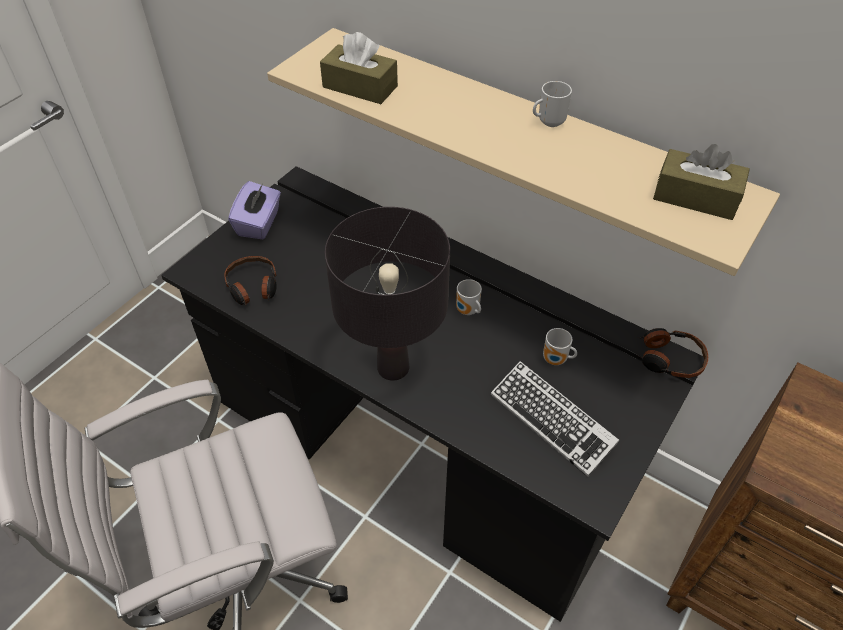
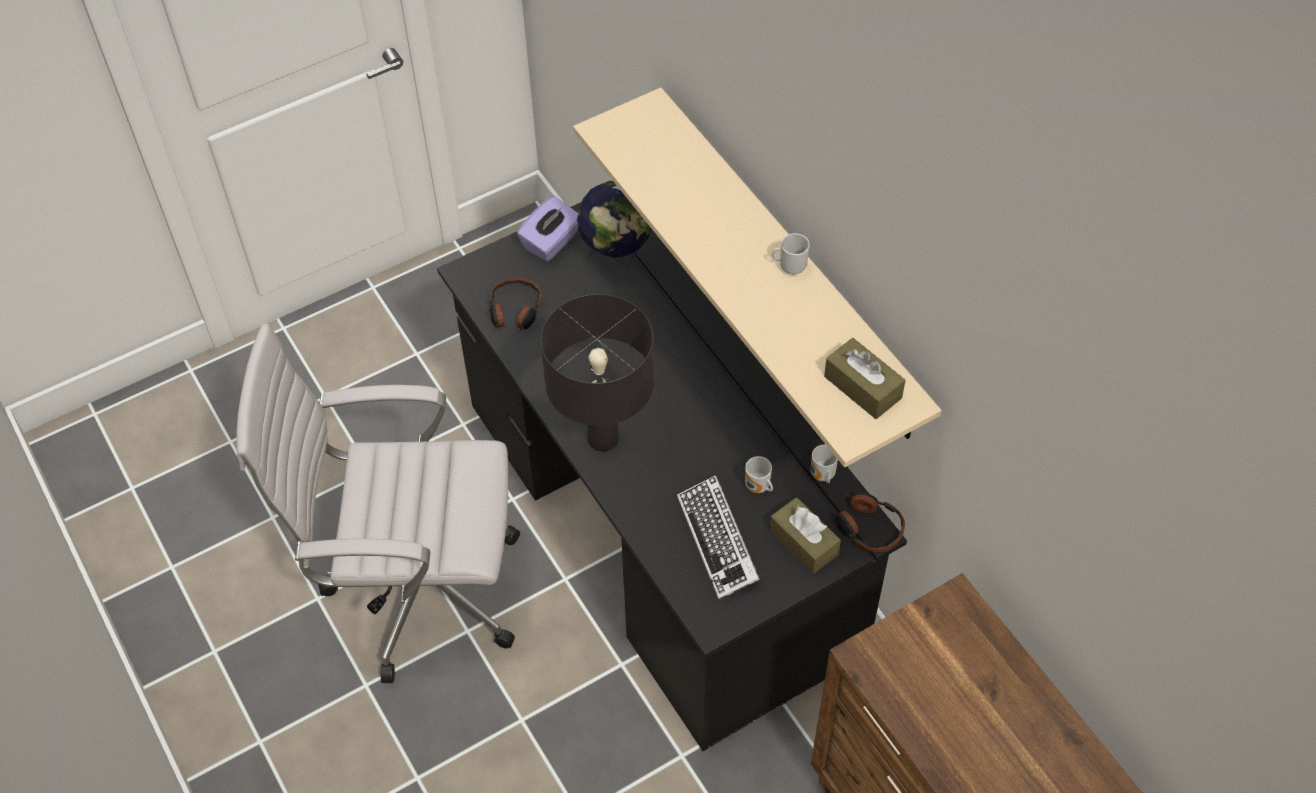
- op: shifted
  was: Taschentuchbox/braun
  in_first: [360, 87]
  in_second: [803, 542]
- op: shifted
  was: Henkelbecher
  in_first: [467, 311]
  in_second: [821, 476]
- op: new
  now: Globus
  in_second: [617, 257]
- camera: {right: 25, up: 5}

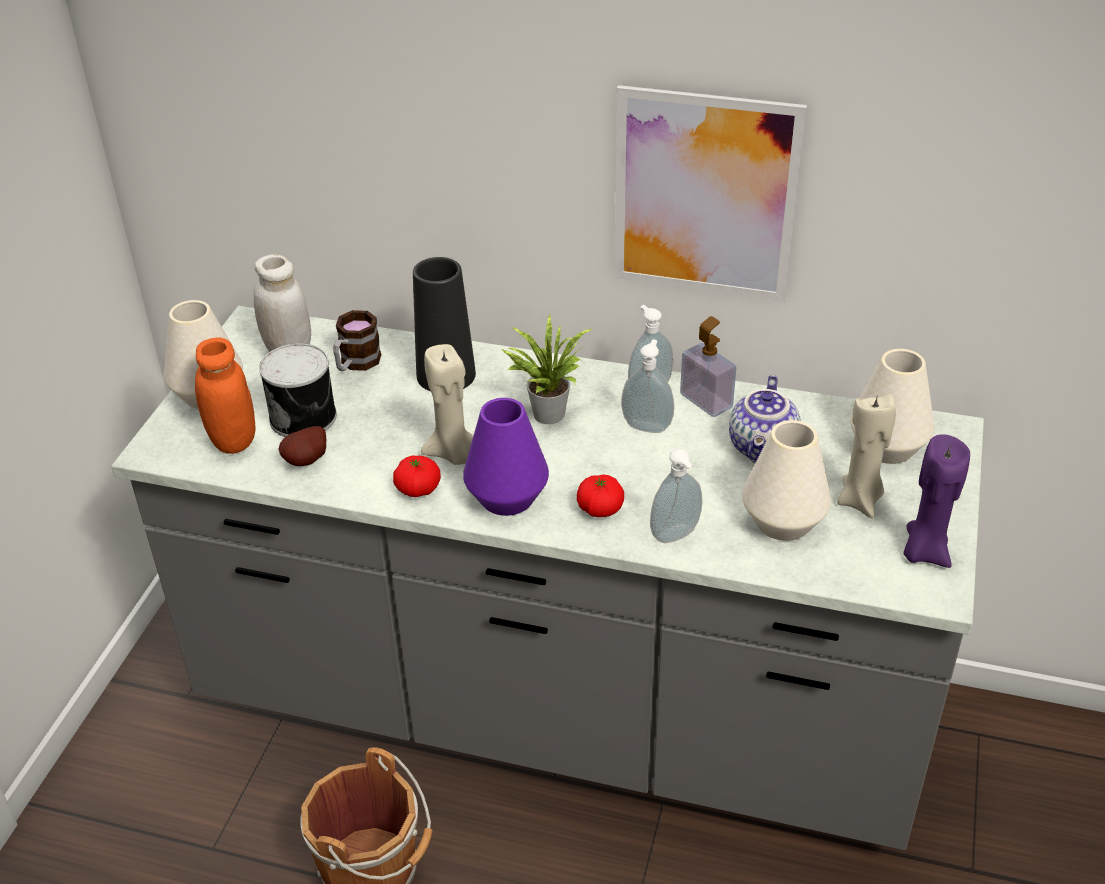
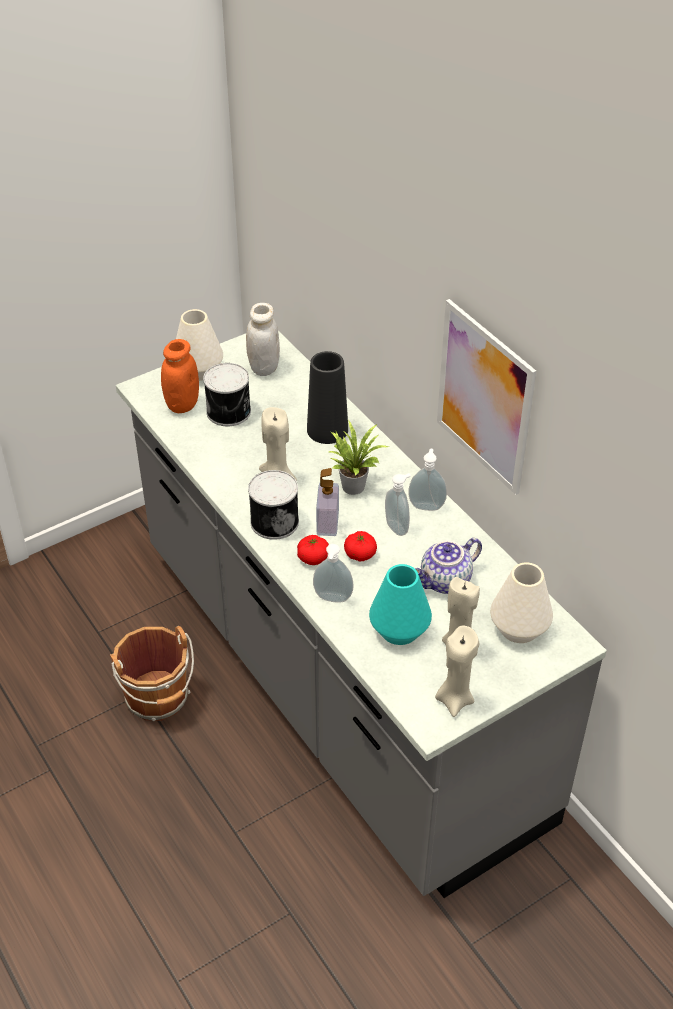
- op: gone
  was: Henkelbecher
  in_first: [356, 363]
- op: shifted
  was: Seifenspender
  in_first: [706, 401]
  in_second: [327, 523]
- op: swapped
  was: Vase/lila
  now: Dose
  in_first: [506, 497]
  in_second: [274, 521]
- op: repainted
  was: Vase/weiß
  now: Vase/türkis
  in_first: [783, 522]
  in_second: [399, 630]
- op: gone
  was: Kartoffel
  in_first: [308, 461]
- op: repainted
  was: Kerze/lila
  now: Kerze/beige
  in_first: [924, 552]
  in_second: [454, 699]
- op: shifted
  was: Tomate
  in_first: [418, 489]
  in_second: [360, 554]
- camera: {right: 40, up: 5}

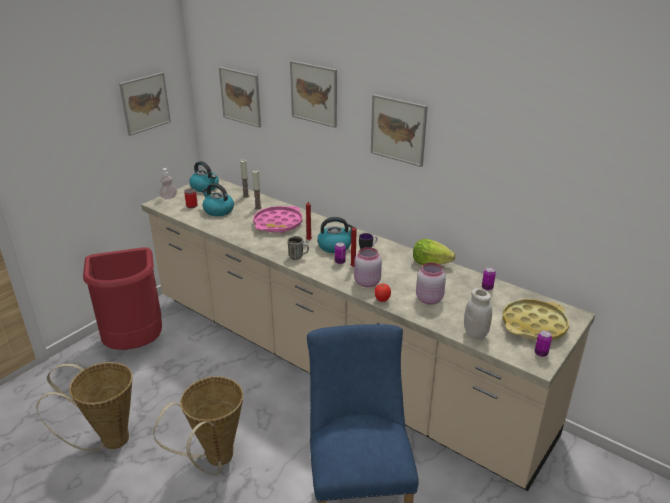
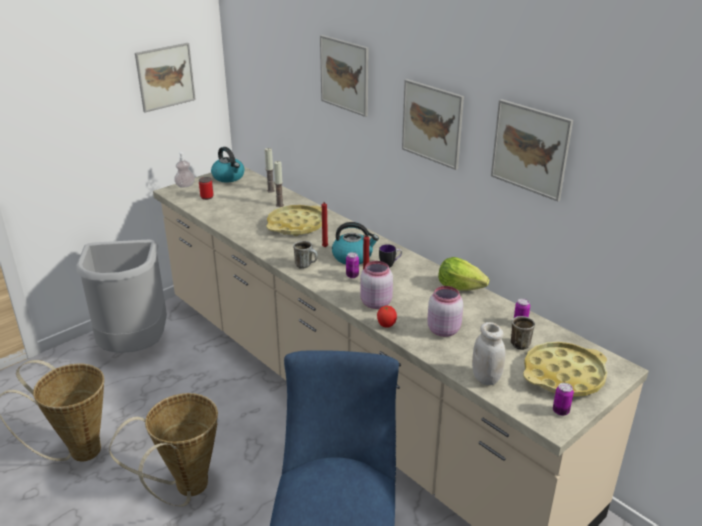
- op: shifted
  was: Bild
  in_first: [240, 96]
  in_second: [530, 149]
- op: gone
  was: Wasserkessel
  in_first: [218, 210]
- op: repainted
  was: Tablett/rosa
  now: Tablett/gelb
  in_first: [278, 224]
  in_second: [296, 225]
- op: repainted
  was: Mülleimer/rot
  now: Mülleimer/grau
  in_first: [135, 344]
  in_second: [134, 348]
- op: new
  now: Henkelbecher
  in_second: [520, 342]
- camera: {right: 10, up: 0}

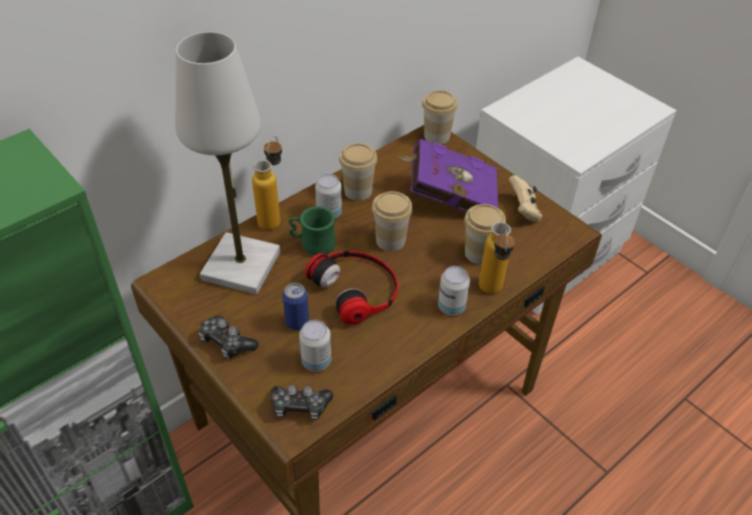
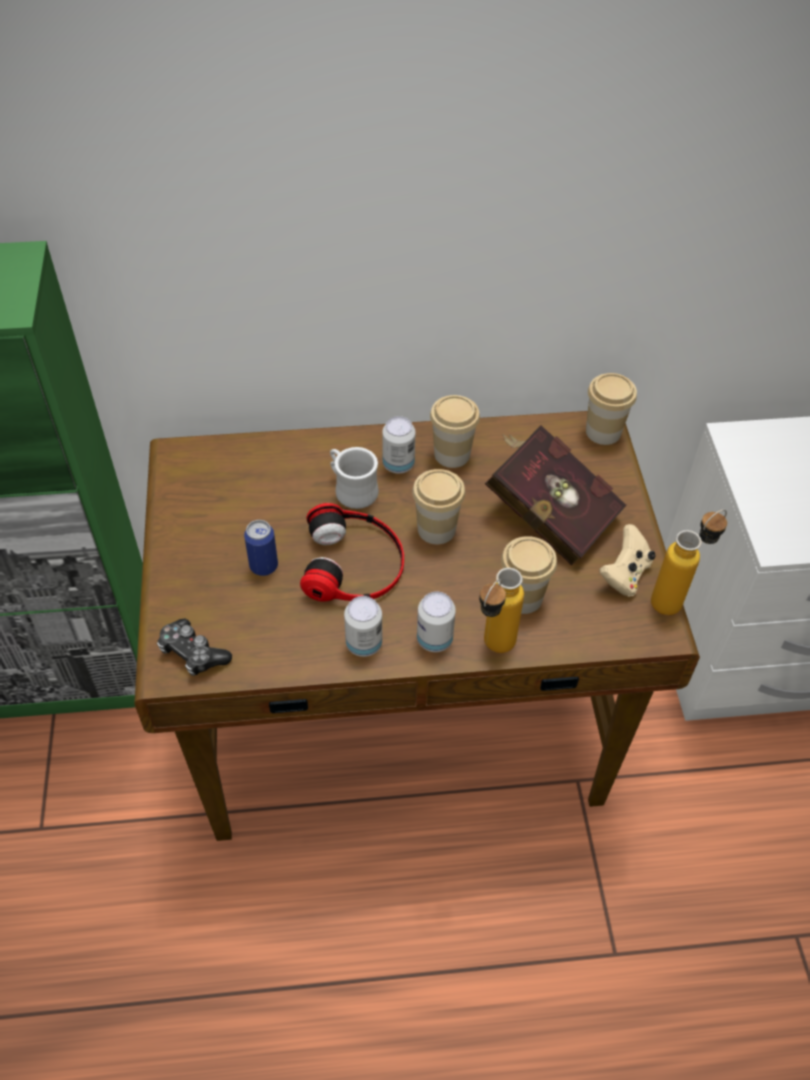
- op: gone
  was: Tischlampe/weiß
  in_first: [241, 265]
- op: shifted
  was: Flasche
  in_first: [273, 217]
  in_second: [676, 598]
- op: repainted
  was: Buch/lila
  now: Buch/rot
  in_first: [448, 197]
  in_second: [548, 512]
- op: repainted
  was: Henkelbecher/grün
  now: Henkelbecher/weiß
  in_first: [312, 244]
  in_second: [351, 490]
- op: gone
  was: Gamepad
  in_first: [227, 342]
- op: shifted
  was: Dose
  in_first: [316, 361]
  in_second: [364, 644]
- camera: {right: 35, up: 5}

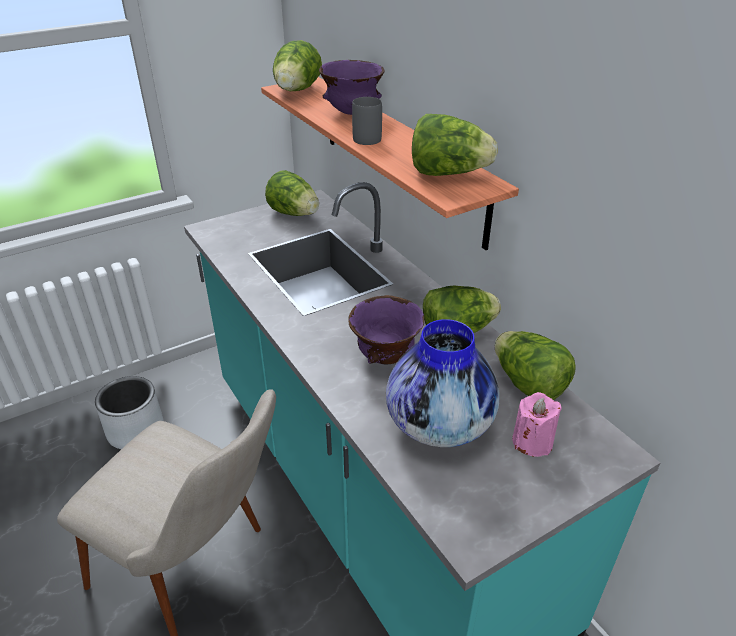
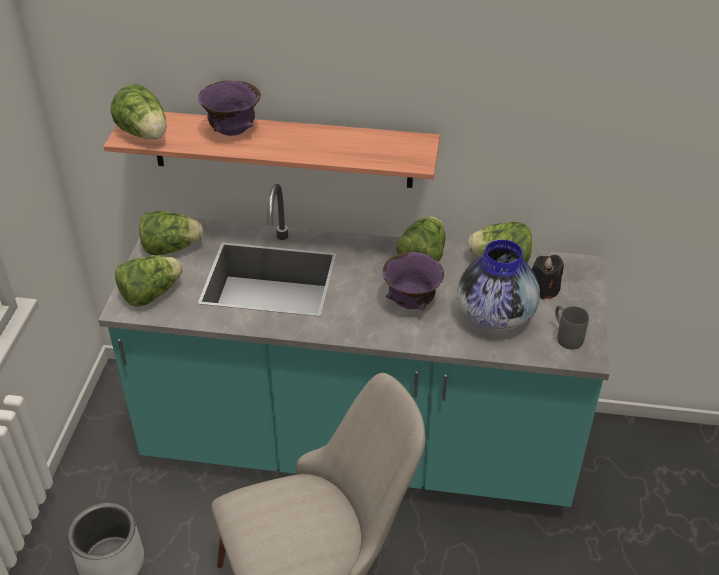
- op: shifted
  was: Henkelbecher/grau
  in_first: [369, 137]
  in_second: [565, 336]
- op: shifted
  was: Salatkopf
  in_first: [448, 173]
  in_second: [150, 294]
- op: repainted
  was: Kerze/rosa
  now: Kerze/schwarz
  in_first: [532, 442]
  in_second: [544, 289]
- camera: {right: -50, up: 5}

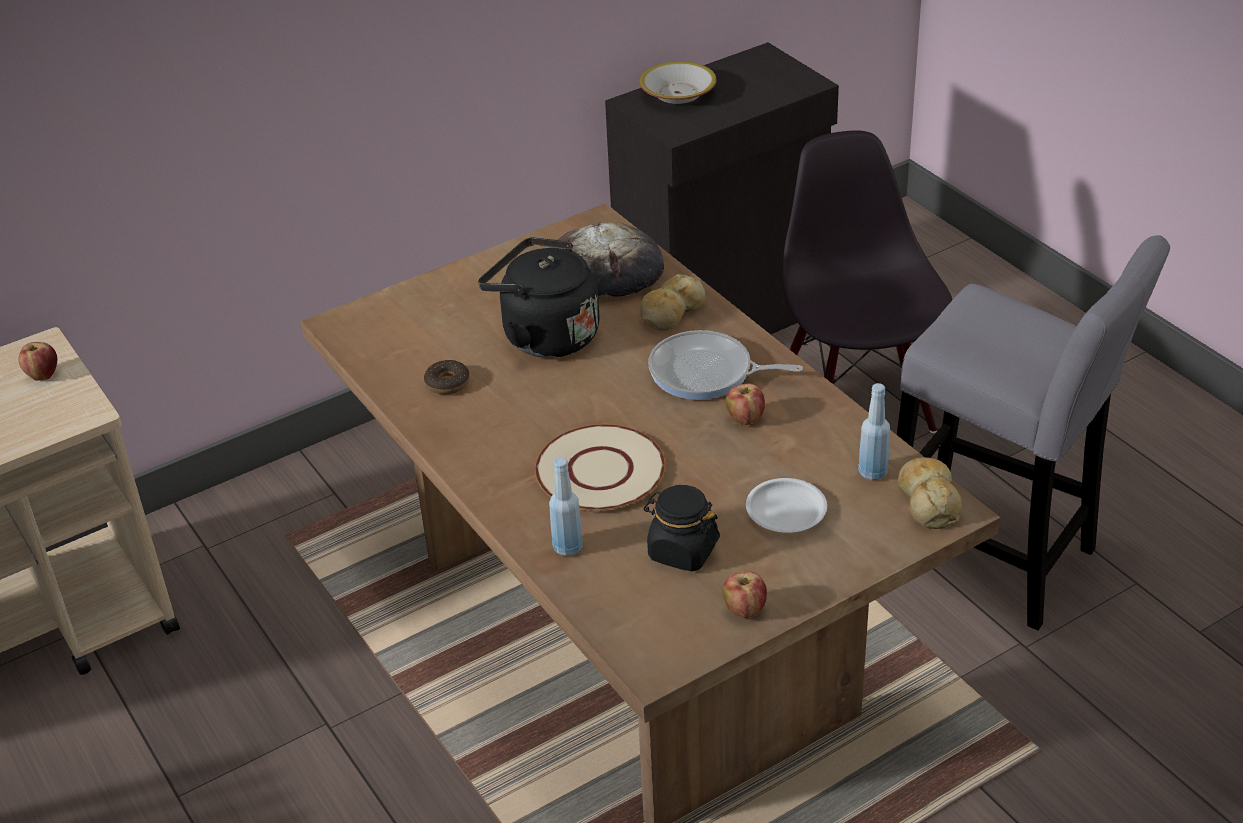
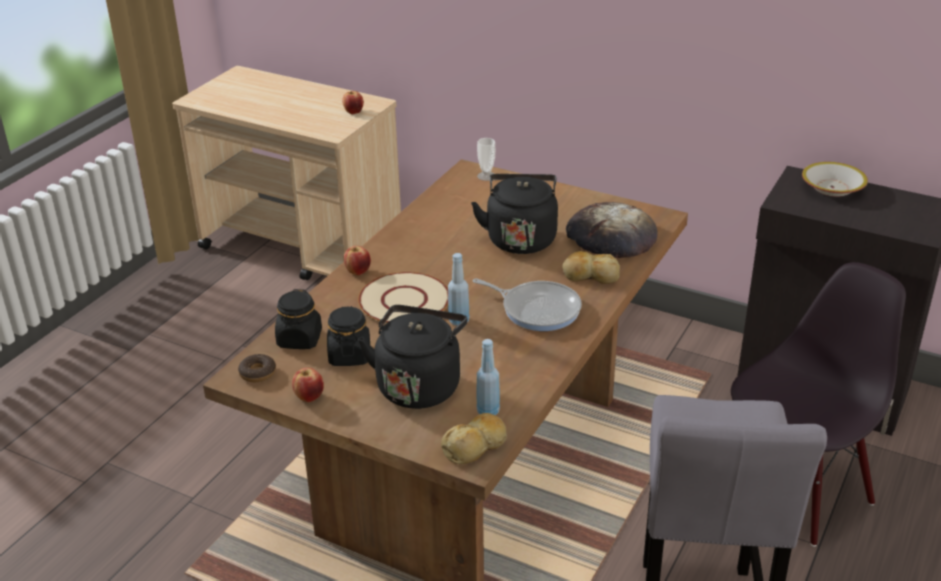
- op: rotated
  was: Pfanne
  in_first: [706, 373]
  in_second: [537, 309]
  clockwise: 135
- op: shifted
  was: Donut
  in_first: [447, 383]
  in_second: [257, 373]
- op: shifted
  was: Apfel
  in_first: [745, 419]
  in_second: [358, 271]
- op: shifted
  was: Flasche/blau
  in_first: [568, 547]
  in_second: [459, 321]
- op: swapped
  was: Teller/weiß
  now: Wasserkessel/schwarz
  in_first: [786, 510]
  in_second: [419, 385]
- op: new
  now: Tasse
  in_second: [486, 176]
- op: new
  now: Vorratsglas/schwarz
  in_second: [299, 339]
- camera: {right: 60, up: -5}

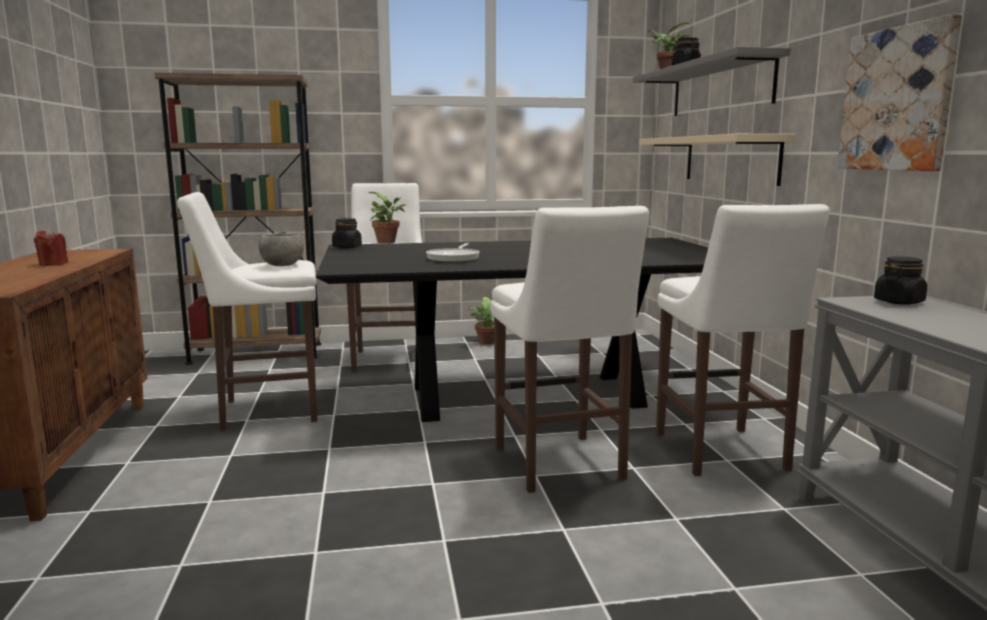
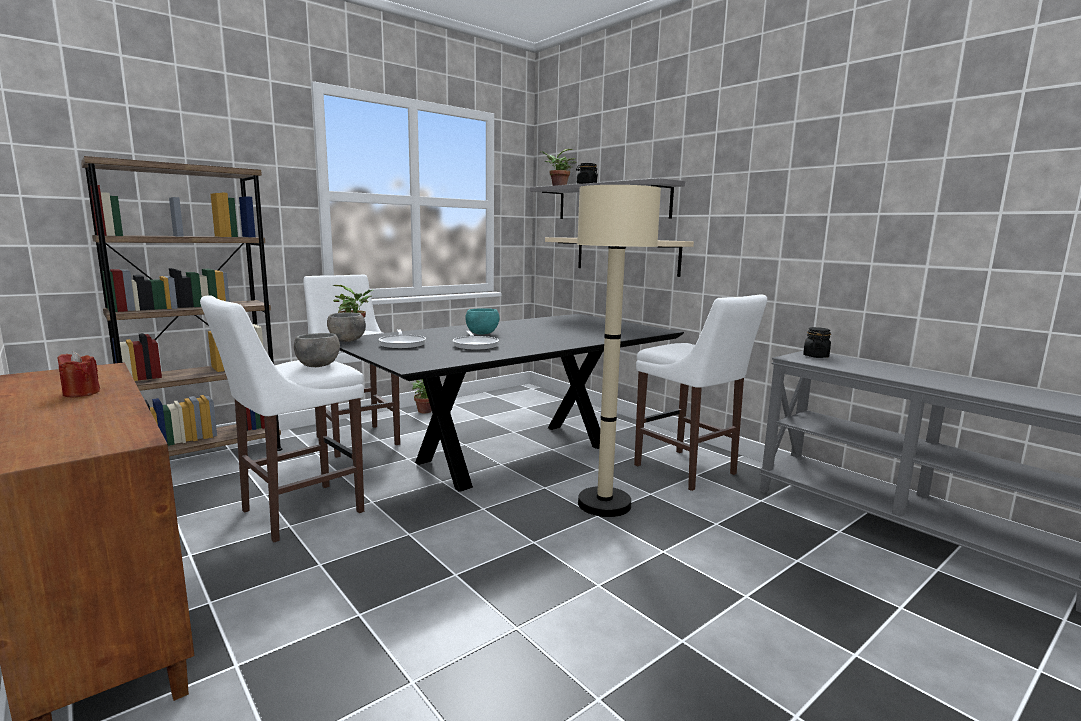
- op: gone
  was: Bild
  in_first: [897, 99]
- op: swapped
  was: Hocker/weiß
  now: Stehlampe/beige
  in_first: [560, 466]
  in_second: [604, 504]
- op: swapped
  was: Vorratsglas/schwarz
  now: Schüssel/grau
  in_first: [347, 247]
  in_second: [347, 340]
- op: new
  now: Schüssel/türkis
  in_second: [481, 333]
- op: new
  now: Pfanne
  in_second: [402, 344]
- camera: {right: -30, up: 0}

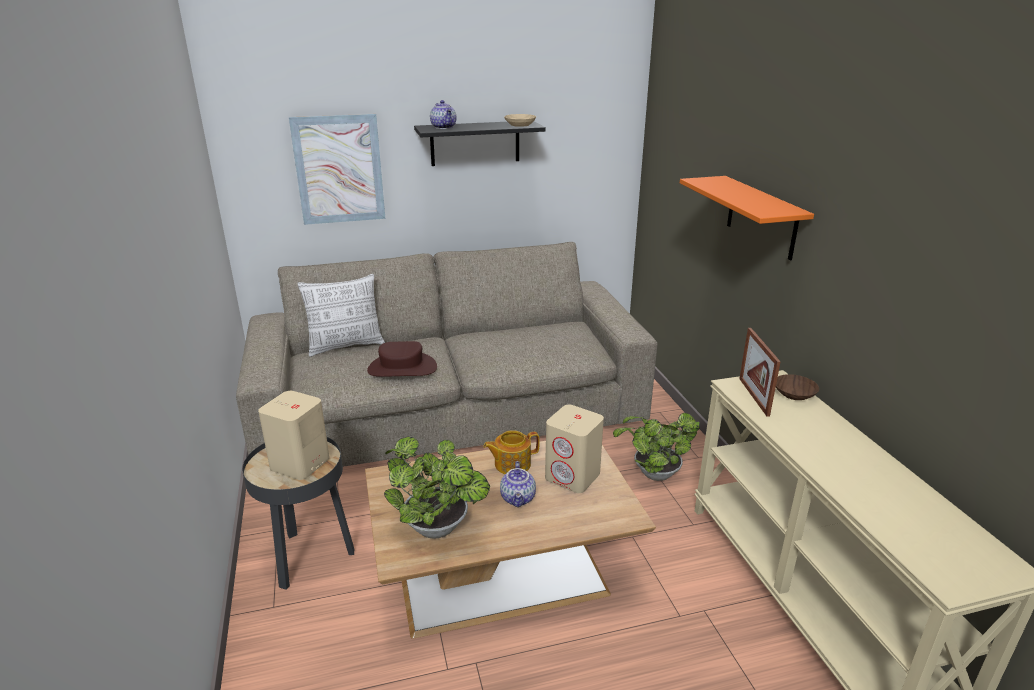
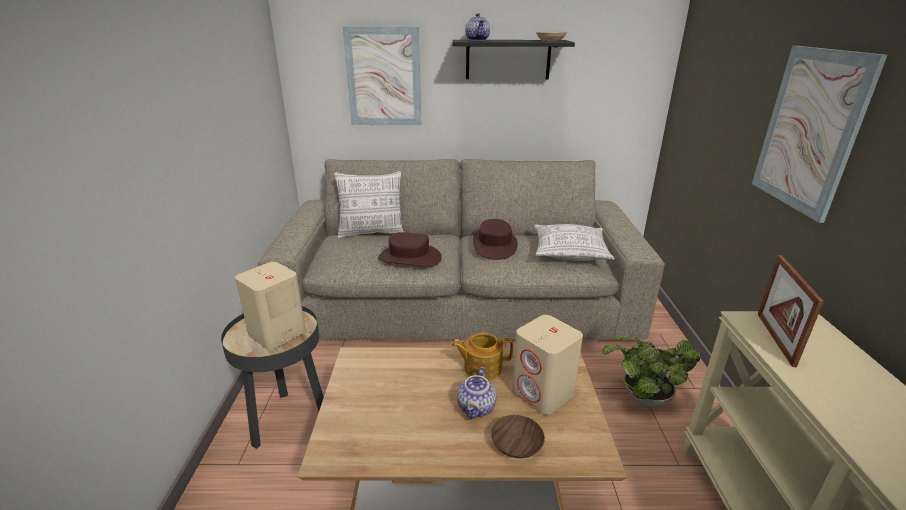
- op: swapped
  was: Wandregal/orange
  now: Bild
  in_first: [761, 217]
  in_second: [809, 130]
- op: shifted
  was: Schüssel/braun
  in_first: [794, 393]
  in_second: [517, 443]
- op: gone
  was: Topfpflanze
  in_first: [440, 529]
- op: new
  now: Hut/braun
  in_second: [494, 245]
- op: new
  now: Kissen
  in_second: [569, 253]
- camera: {right: 15, up: 0}

